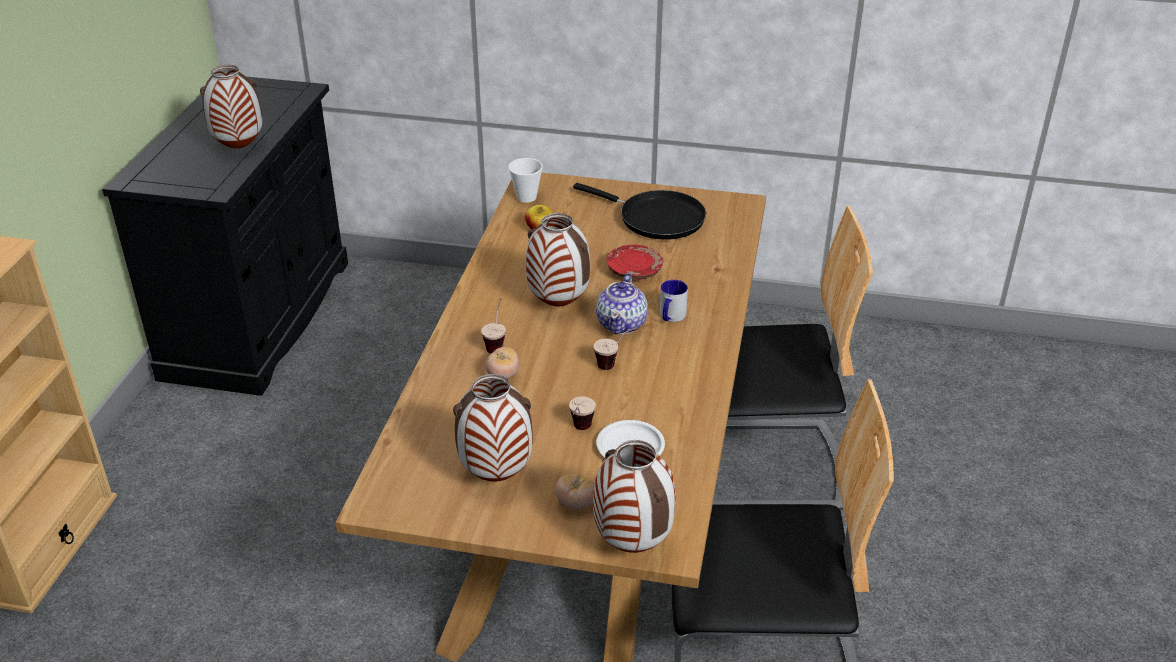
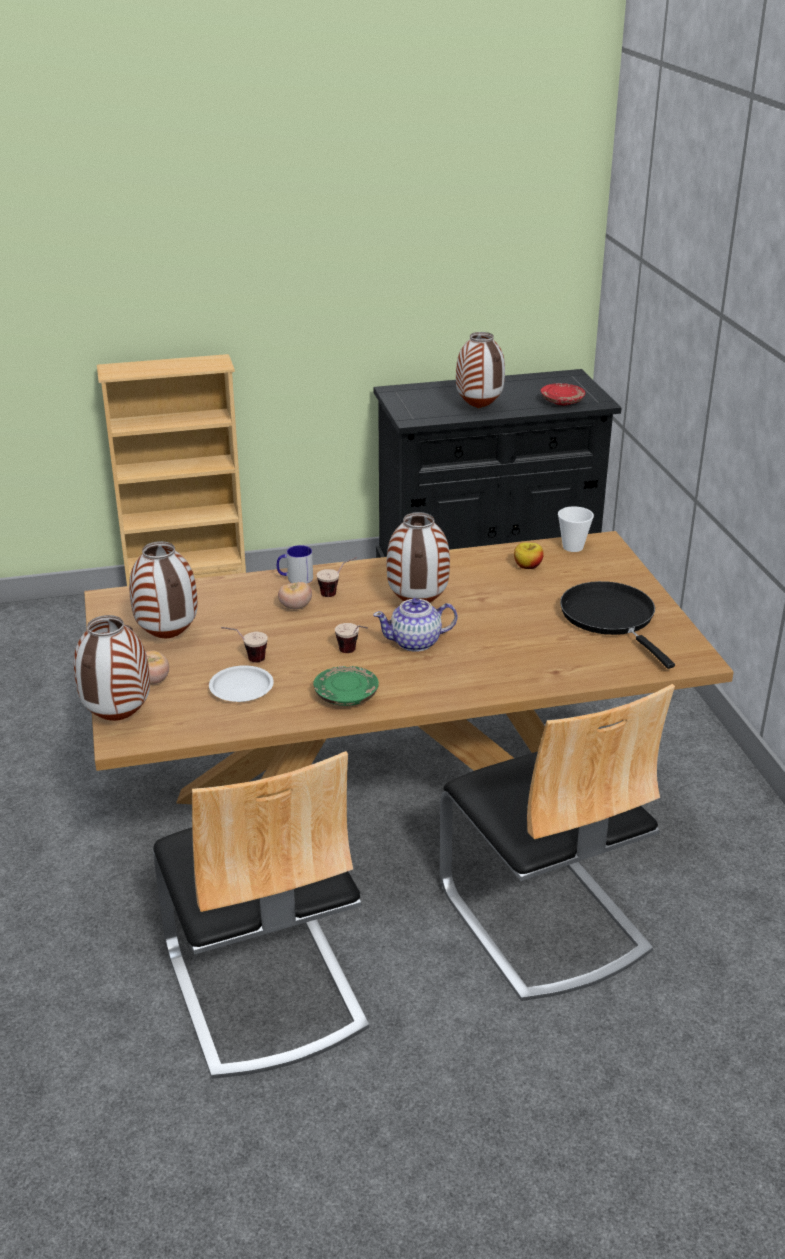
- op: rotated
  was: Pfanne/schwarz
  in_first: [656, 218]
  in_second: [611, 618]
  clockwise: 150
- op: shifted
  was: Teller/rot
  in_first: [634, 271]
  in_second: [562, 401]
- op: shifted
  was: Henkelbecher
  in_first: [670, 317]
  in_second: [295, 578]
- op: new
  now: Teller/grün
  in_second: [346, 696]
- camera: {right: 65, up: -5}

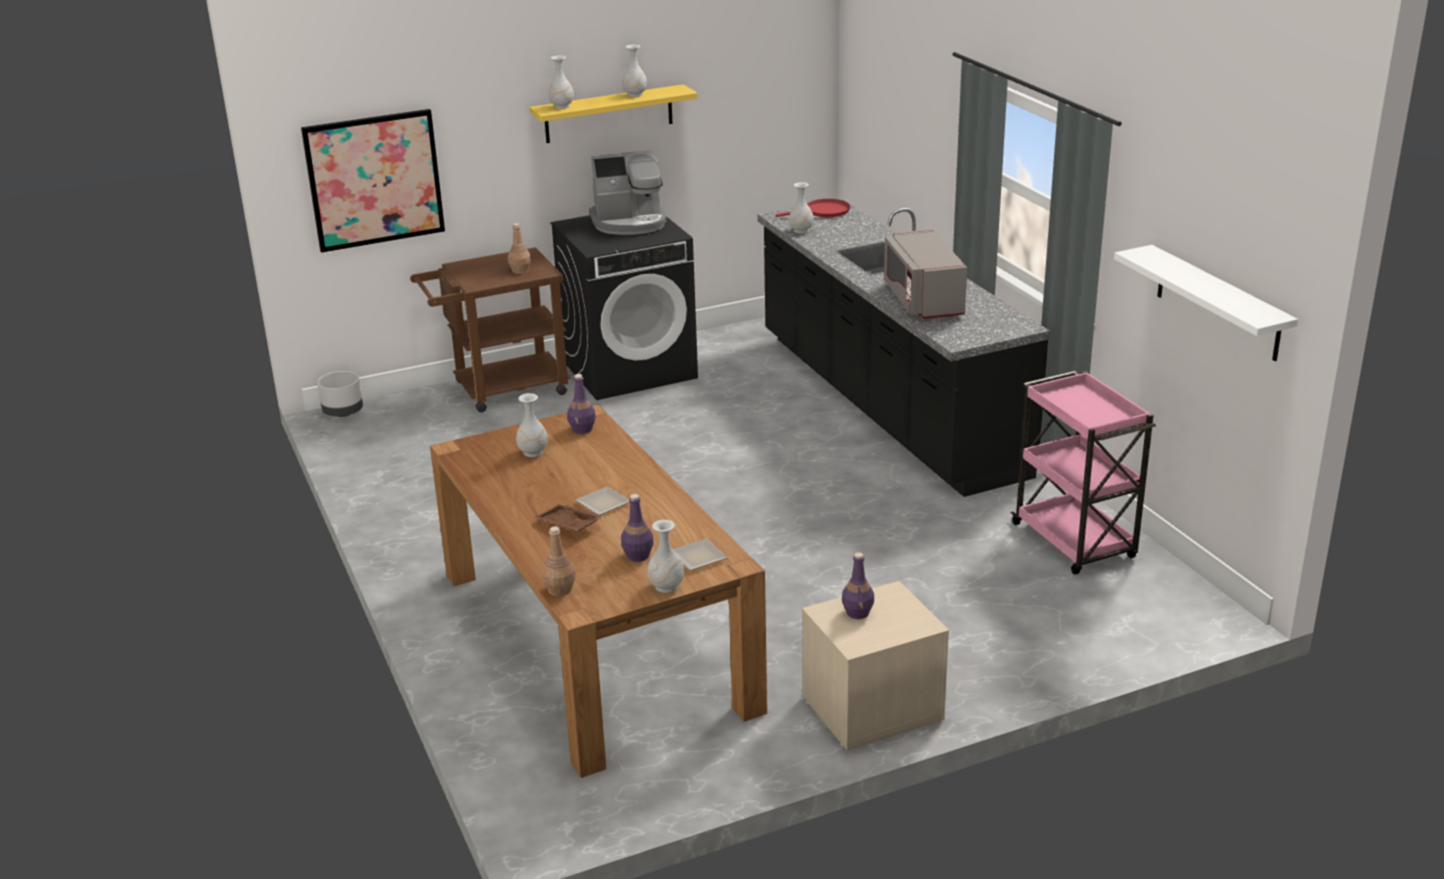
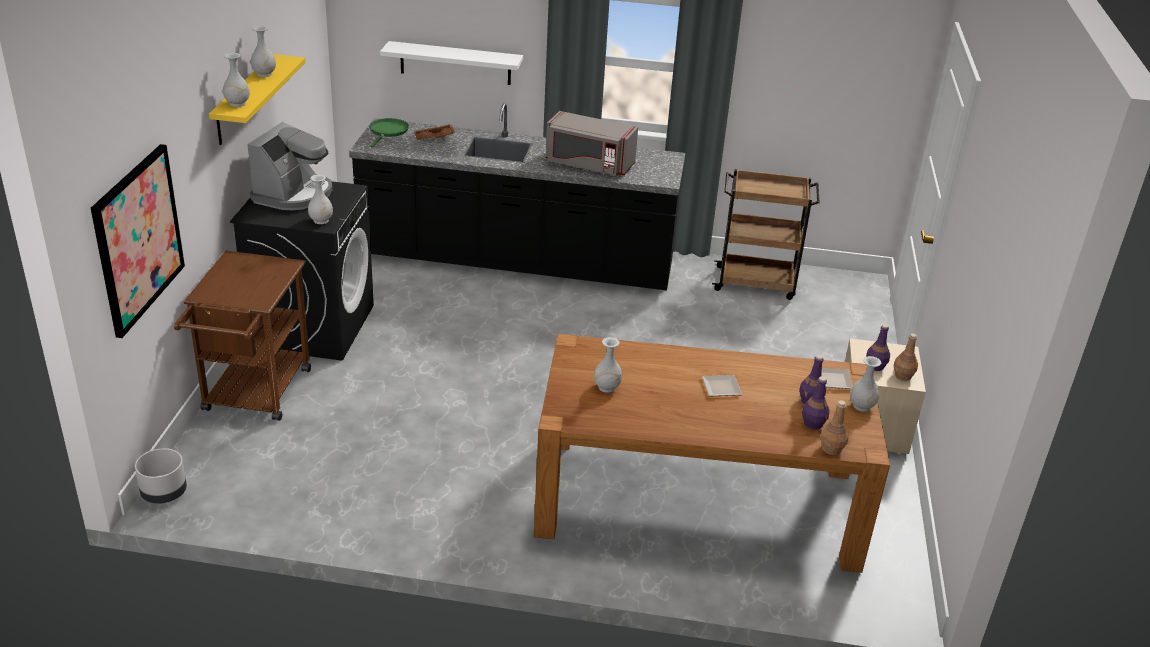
- op: shifted
  was: Vase/weiß
  in_first: [801, 230]
  in_second: [321, 220]
- op: repainted
  was: Pfanne/rot
  now: Pfanne/grün
  in_first: [824, 212]
  in_second: [388, 131]
- op: shifted
  was: Flasche/braun
  in_first: [520, 271]
  in_second: [903, 376]
- op: shifted
  was: Wandregal/weiß
  in_first: [1218, 303]
  in_second: [455, 63]
- op: repainted
  was: Rollwagen/rosa
  now: Rollwagen/braun
  in_first: [1075, 542]
  in_second: [756, 283]
- op: shifted
  was: Flasche/lila
  in_first: [582, 429]
  in_second: [813, 423]
- op: shifted
  was: Tablett/braun
  in_first: [568, 525]
  in_second: [434, 137]
- camera: {right: -60, up: 5}

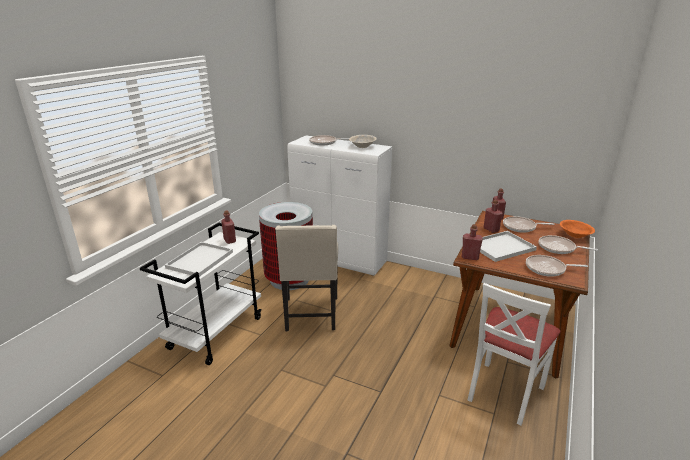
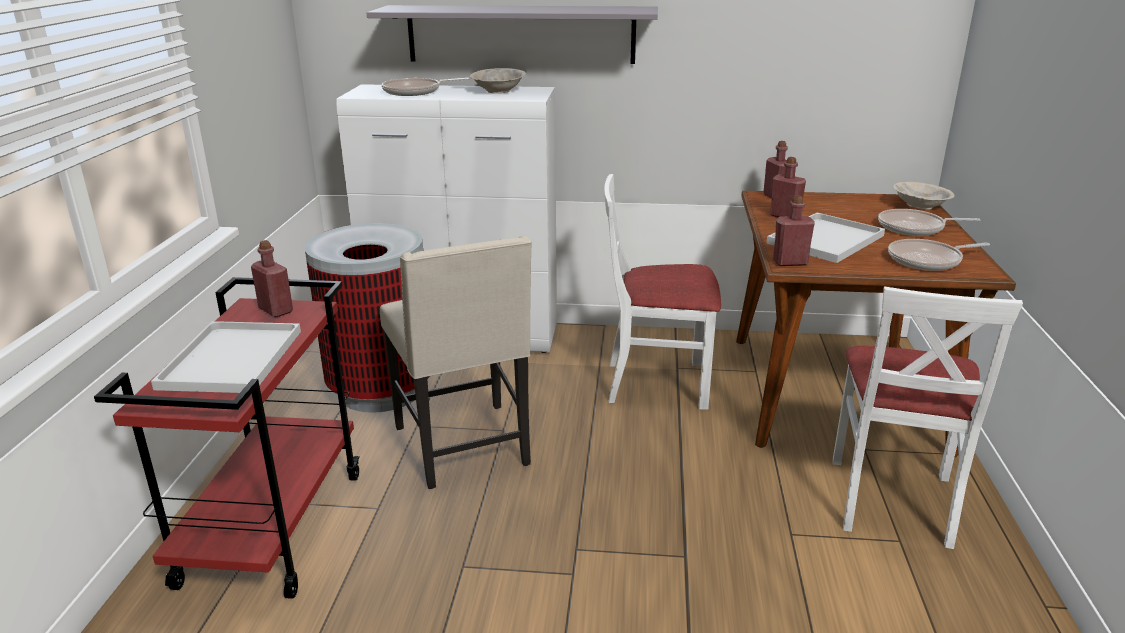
- op: gone
  was: Pfanne
  in_first: [521, 227]
- op: repainted
  was: Schüssel/orange
  now: Schüssel/beige
  in_first: [574, 235]
  in_second: [919, 206]
- op: repainted
  was: Rollwagen/weiß
  now: Rollwagen/rot
  in_first: [216, 332]
  in_second: [273, 526]
- op: new
  now: Wandregal/grau
  in_second: [520, 34]
- op: new
  now: Stuhl/weiß
  in_second: [657, 383]
- camera: {right: -20, up: 0}

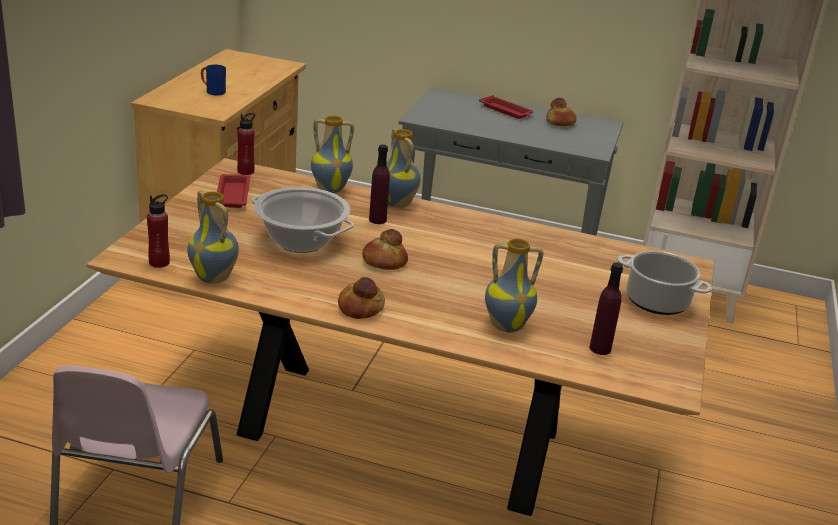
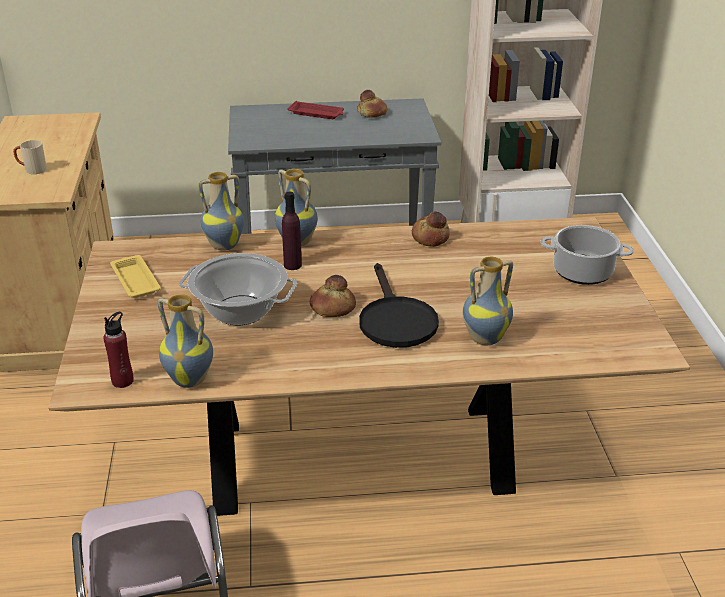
- op: repainted
  was: Henkelbecher/blau
  now: Henkelbecher/beige
  in_first: [212, 91]
  in_second: [32, 170]
- op: gone
  was: Flasche/rot
  in_first: [246, 171]
- op: repainted
  was: Tablett/rot
  now: Tablett/gelb
  in_first: [233, 194]
  in_second: [135, 280]
- op: gone
  was: Flasche/lila
  in_first: [600, 348]
- op: shifted
  was: Brot
  in_first: [361, 308]
  in_second: [431, 237]
- op: new
  now: Pfanne/schwarz
  in_second: [395, 320]
- camera: {right: -20, up: 5}

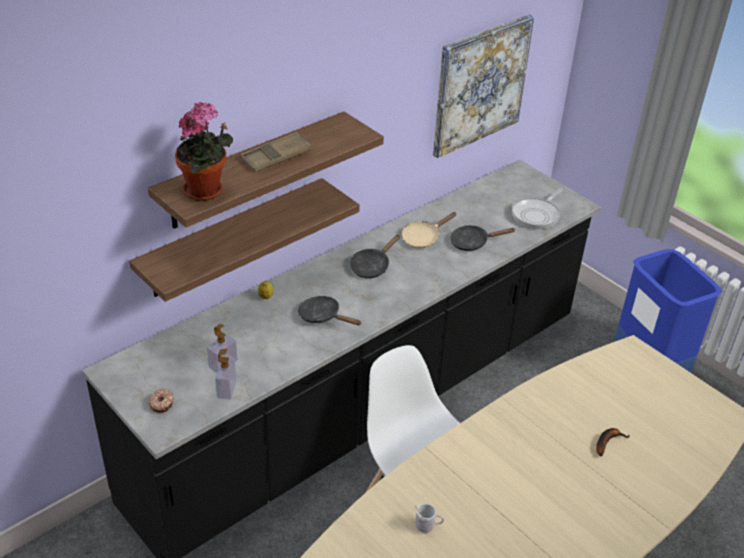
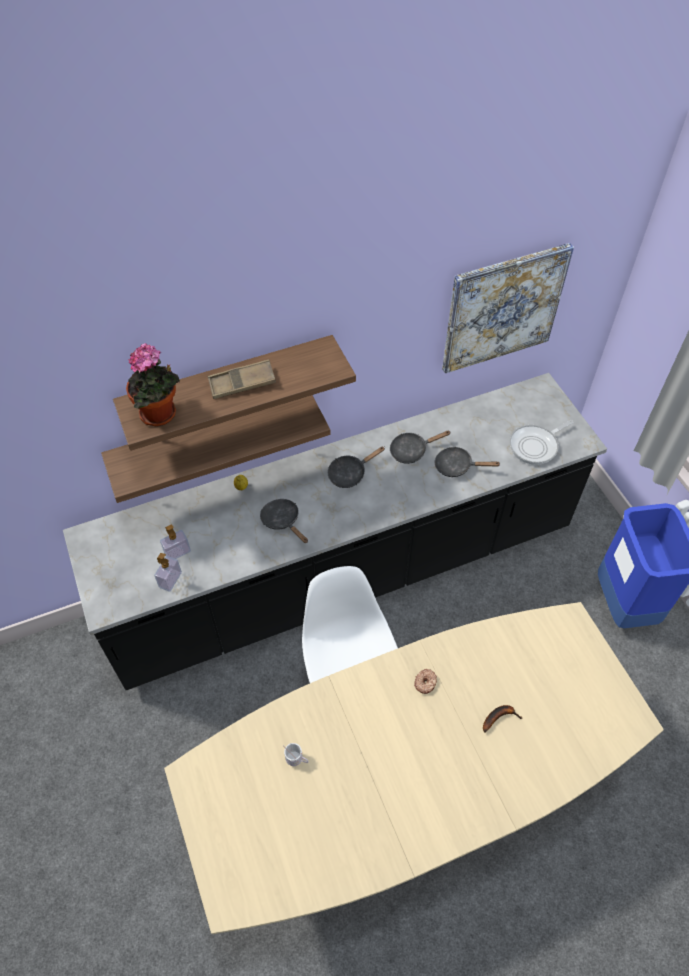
- op: repainted
  was: Pfanne/beige
  now: Pfanne/schwarz
  in_first: [423, 238]
  in_second: [412, 451]
- op: shifted
  was: Donut
  in_first: [162, 404]
  in_second: [425, 683]
- camera: {right: 20, up: 15}

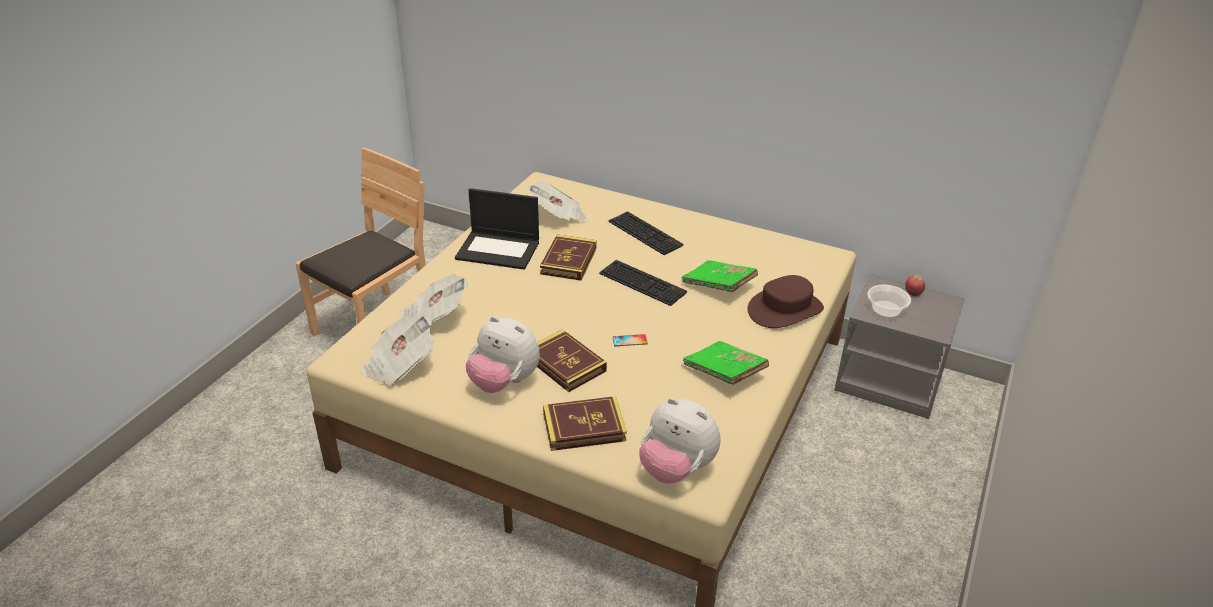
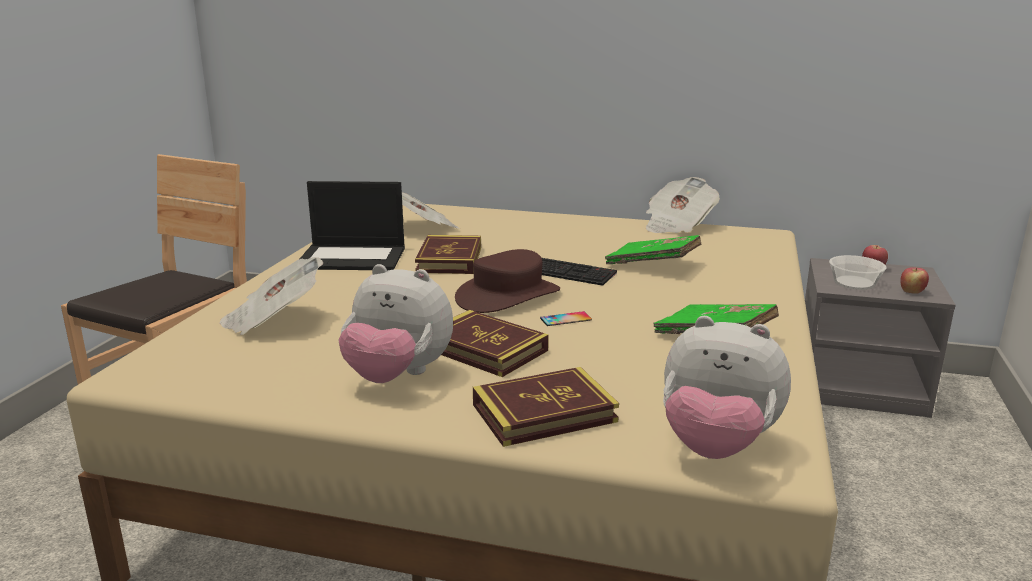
- op: gone
  was: Tastatur
  in_first: [646, 233]
- op: shifted
  was: Hut/braun
  in_first: [785, 309]
  in_second: [507, 295]
- op: shifted
  was: Zeitung
  in_first: [399, 365]
  in_second: [677, 225]
- op: new
  now: Apfel
  in_second: [911, 292]
- camera: {right: -10, up: -15}

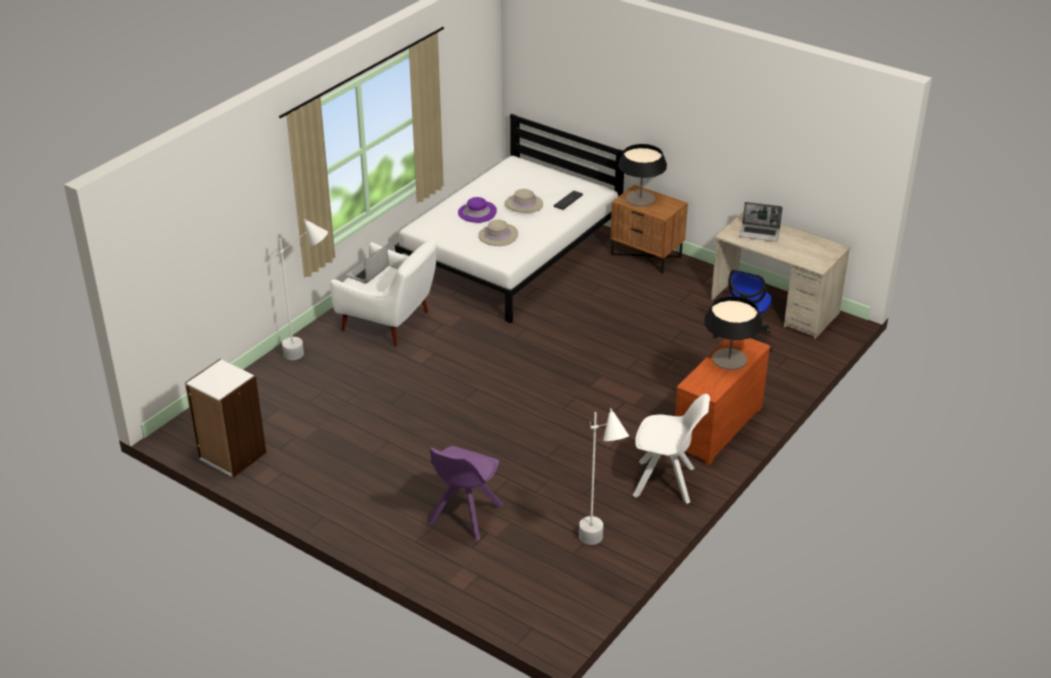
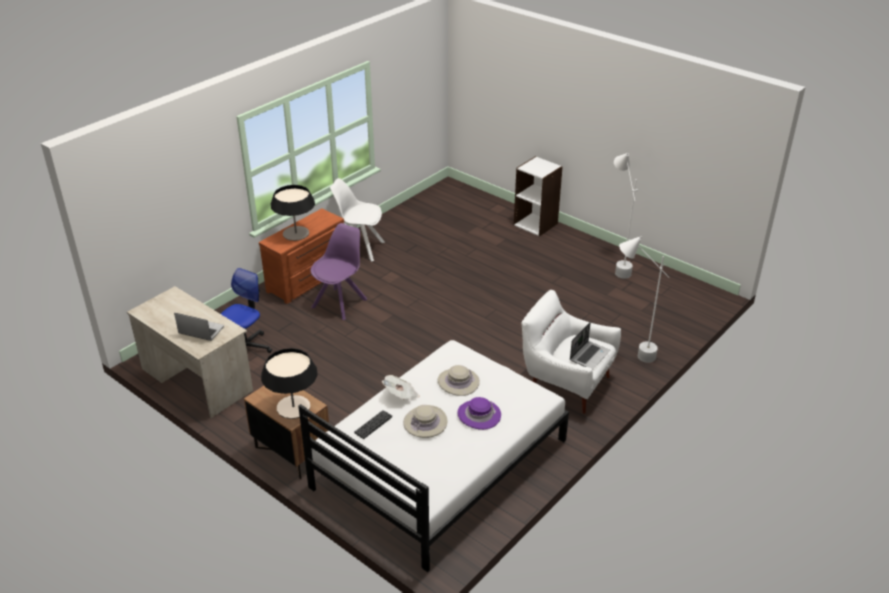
- op: shifted
  was: Bücherregal/weiß
  in_first: [231, 456]
  in_second: [536, 224]
- op: shifted
  was: Stehlampe/weiß
  in_first: [599, 549]
  in_second: [616, 266]
- op: shifted
  was: Stuhl/lila
  in_first: [464, 516]
  in_second: [340, 302]
- op: new
  now: Zeitung
  in_second: [401, 395]
- camera: {right: -175, up: 0}

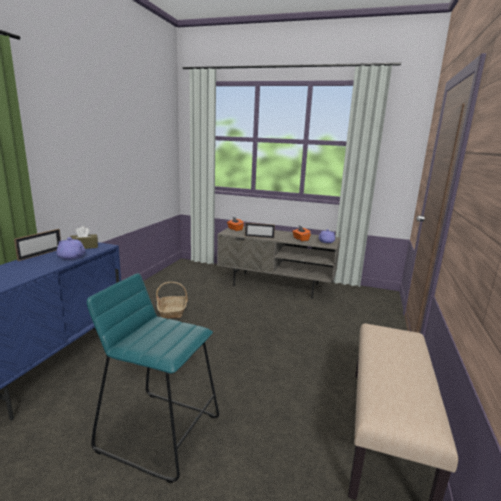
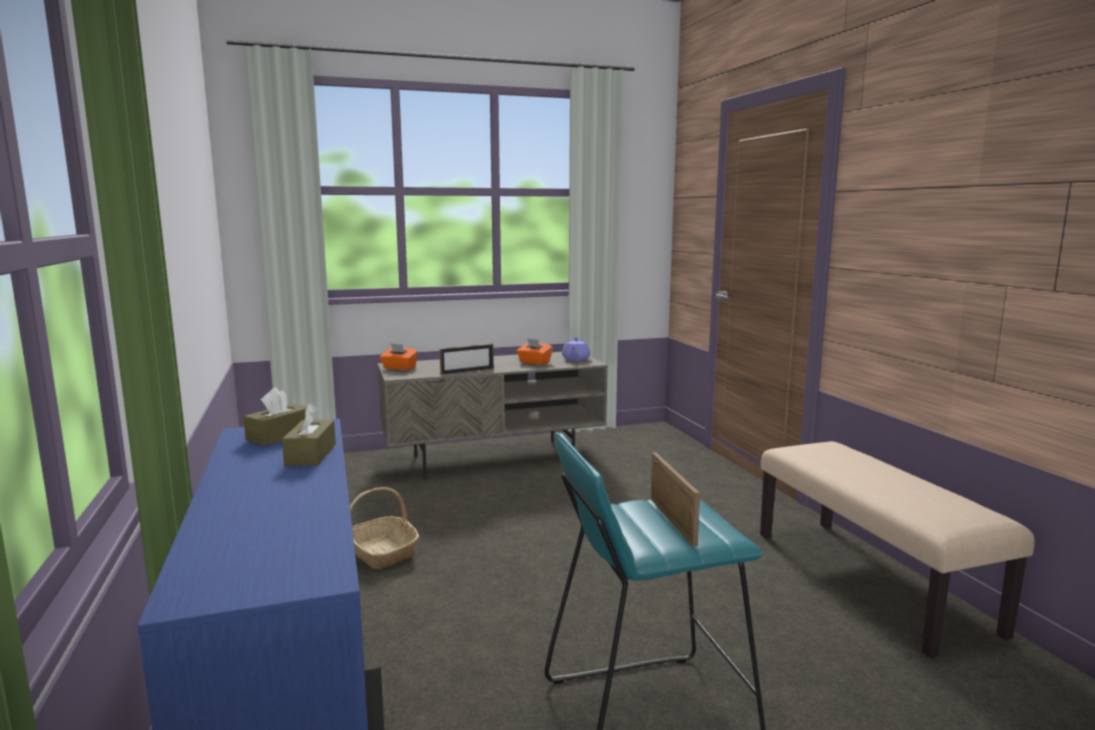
- op: shifted
  was: Bilderrahmen
  in_first: [41, 254]
  in_second: [672, 520]
- op: swapped
  was: Teekanne/lila
  now: Taschentuchbox/braun
  in_first: [72, 257]
  in_second: [311, 454]
- camera: {right: -35, up: -5}

